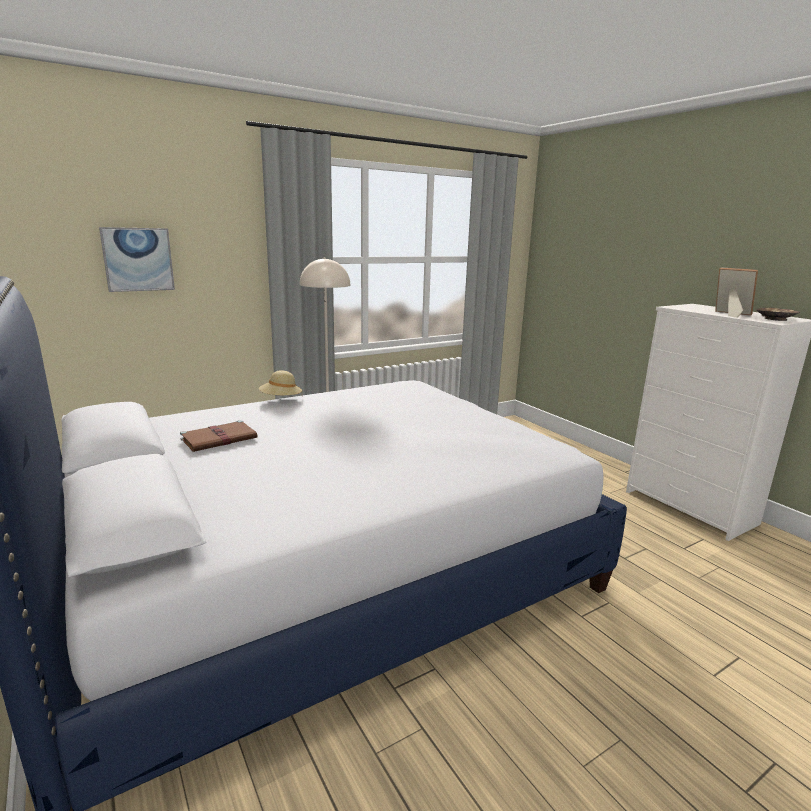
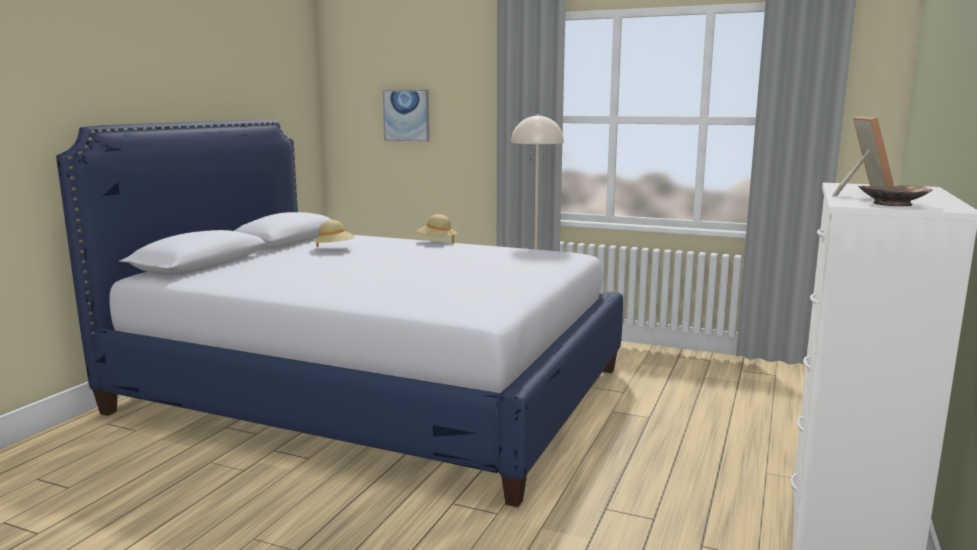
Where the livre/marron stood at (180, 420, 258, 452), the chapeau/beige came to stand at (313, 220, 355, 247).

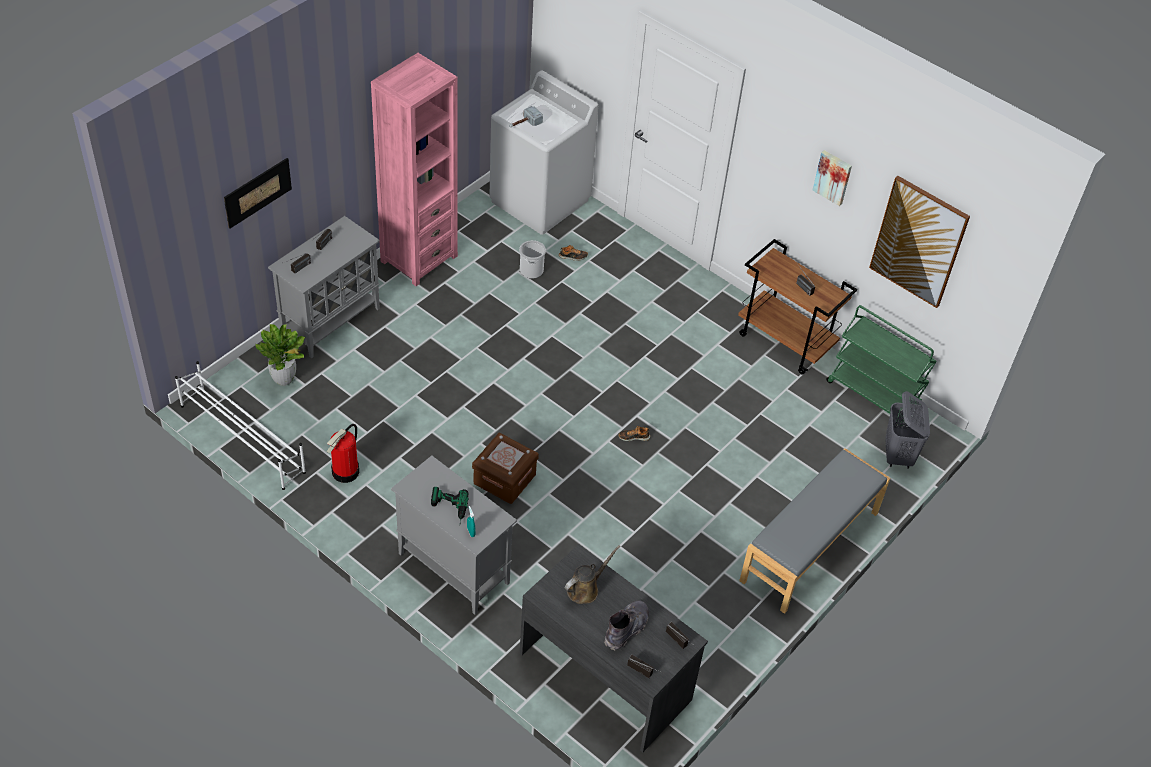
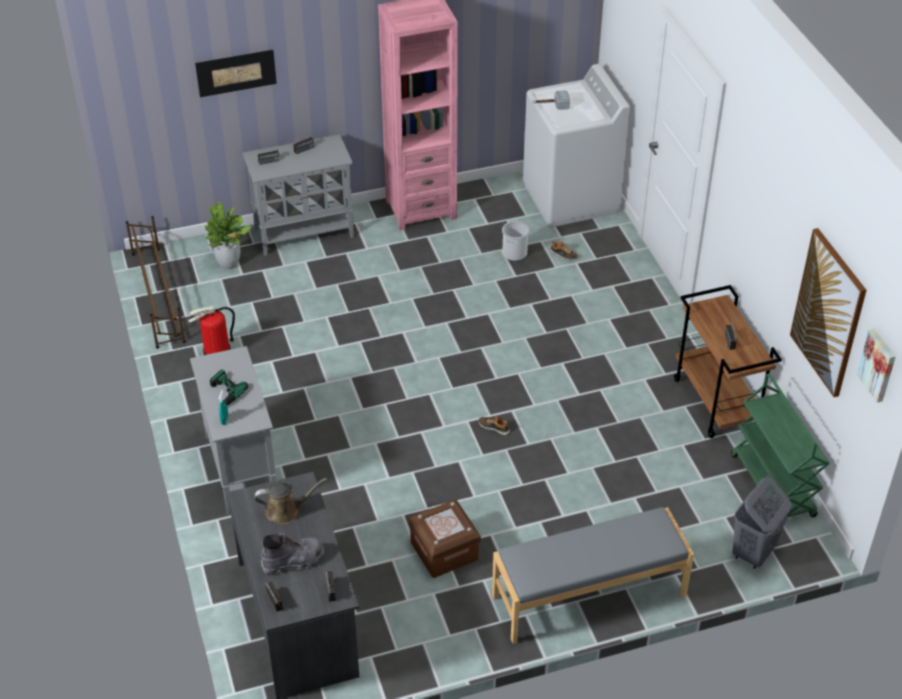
What was the étagère à chaussures/blanc at (175, 361, 306, 490) turned into the étagère à chaussures/marron at (126, 216, 186, 349).
The boîte de rangement/marron ended up elsewhere, having gone from (472, 433, 539, 504) to (408, 499, 481, 578).
The tableau ended up elsewhere, having gone from (812, 150, 852, 206) to (857, 329, 895, 403).

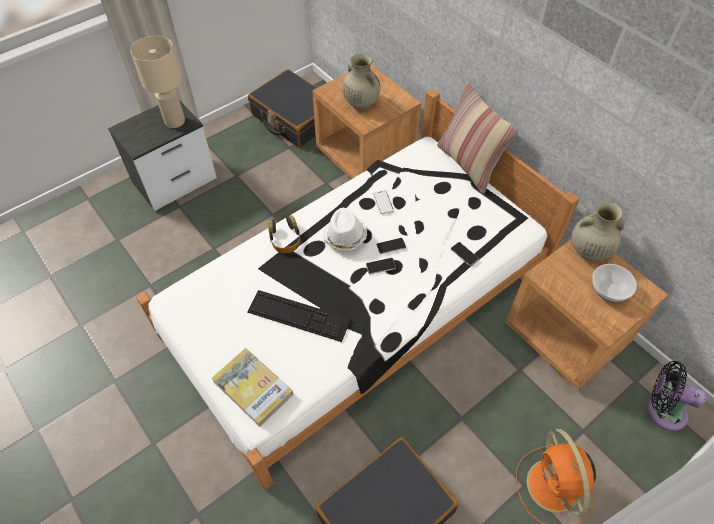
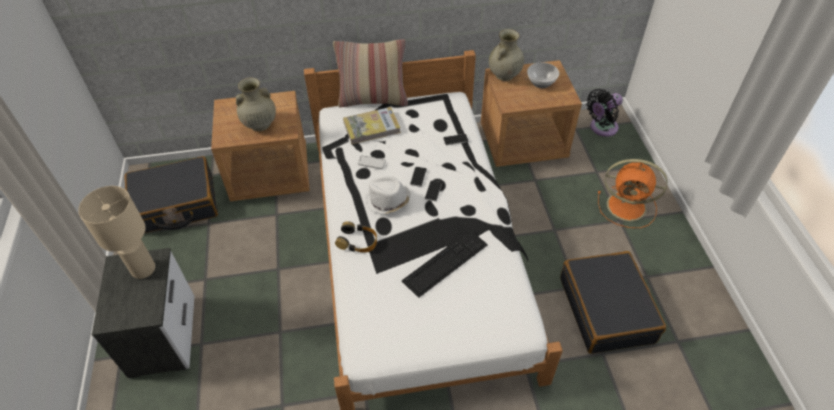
The livre ended up elsewhere, having gone from (212, 348, 293, 427) to (343, 107, 401, 144).

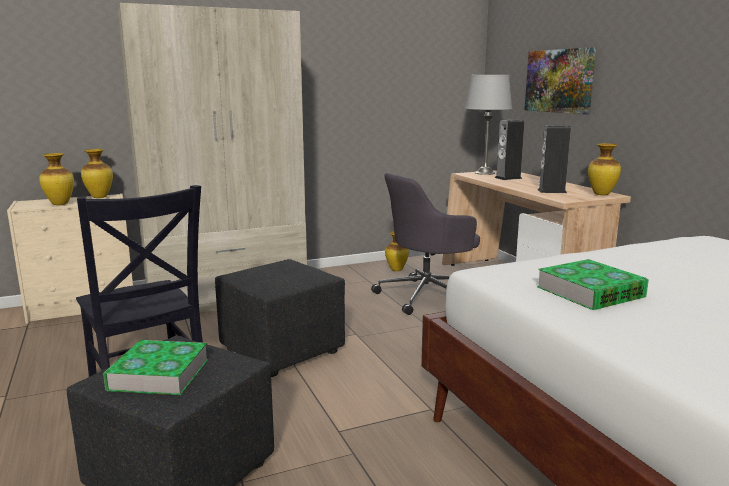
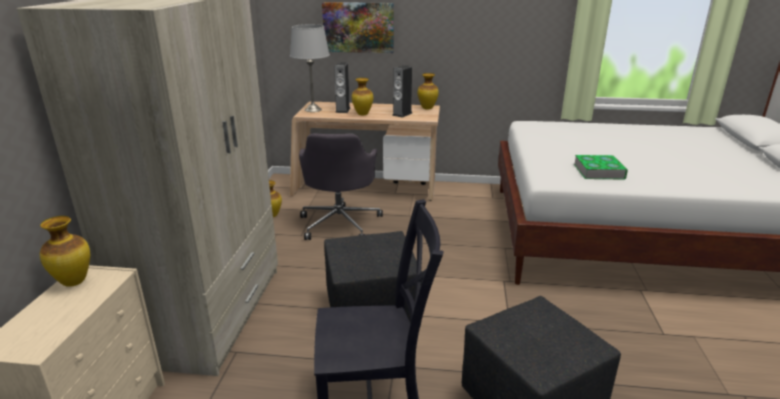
The vase ended up elsewhere, having gone from (39, 153, 74, 205) to (352, 78, 373, 115).
The second view lost the livre at (103, 340, 208, 395).

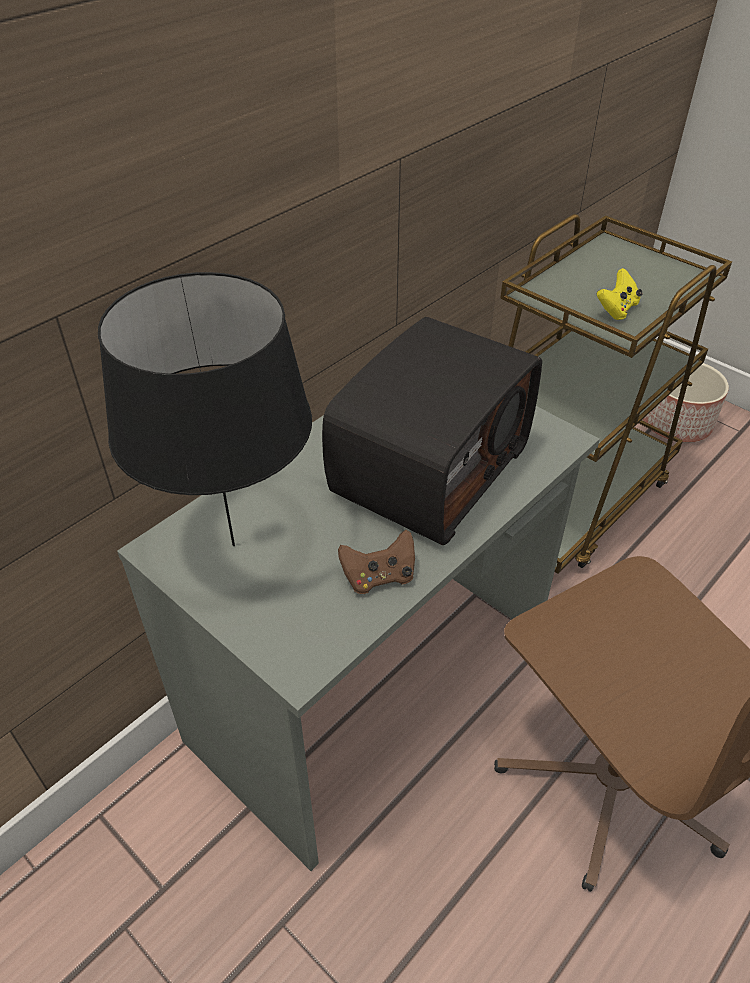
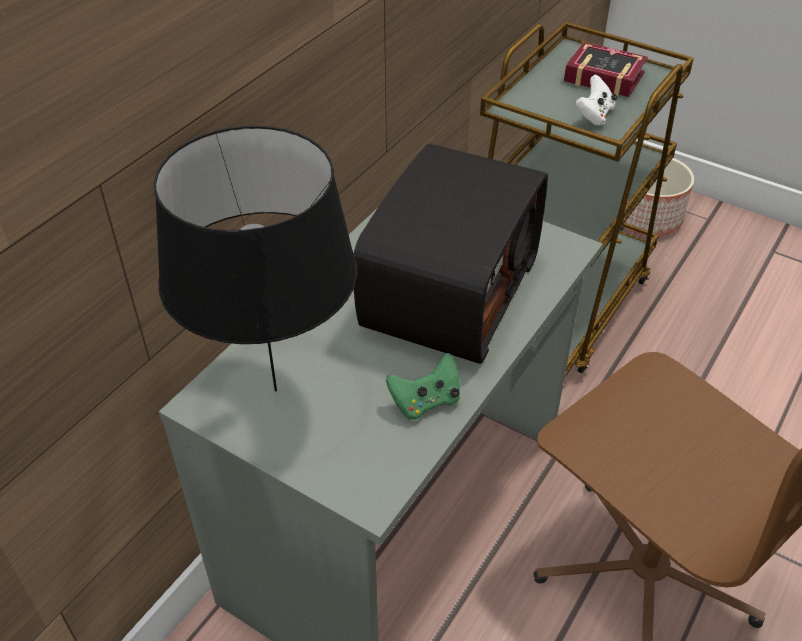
What was the manette/marron at (338, 530, 415, 594) turned into the manette/vert at (386, 353, 460, 420).
The second view gained the livre at (564, 42, 648, 97).
What was the manette/jaune at (597, 268, 642, 320) turned into the manette/blanc at (575, 75, 617, 126).

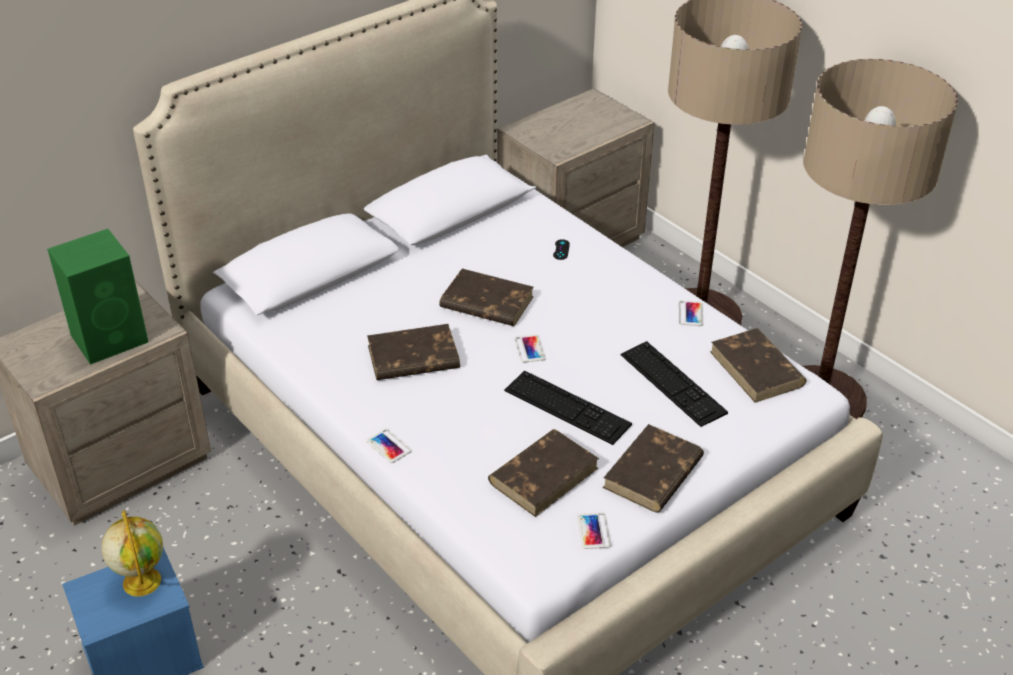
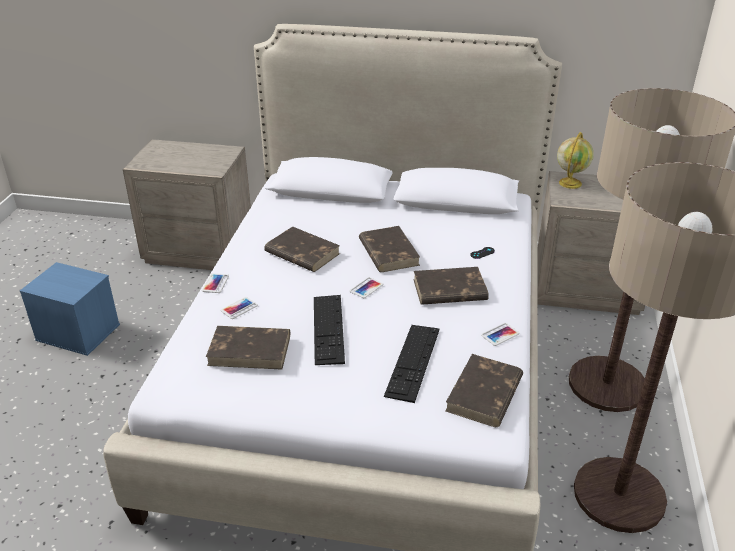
The téléphone ended up elsewhere, having gone from (577, 512, 611, 549) to (221, 297, 258, 319).
The livre/marron ended up elsewhere, having gone from (603, 424, 704, 513) to (413, 267, 489, 305).
The globe ended up elsewhere, having gone from (101, 510, 163, 597) to (557, 132, 594, 189).
The second view lost the enceinte/vert at (47, 229, 148, 365).

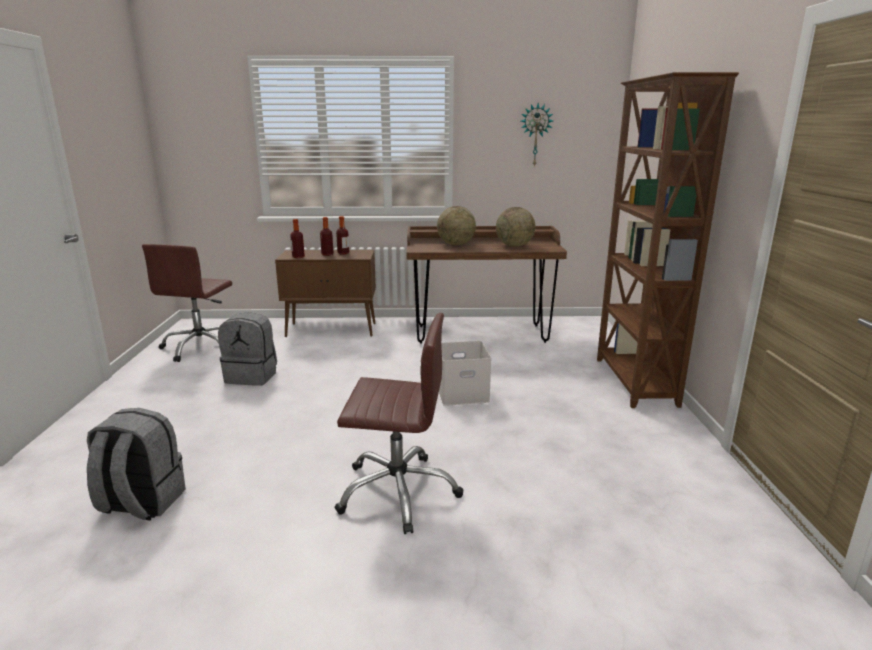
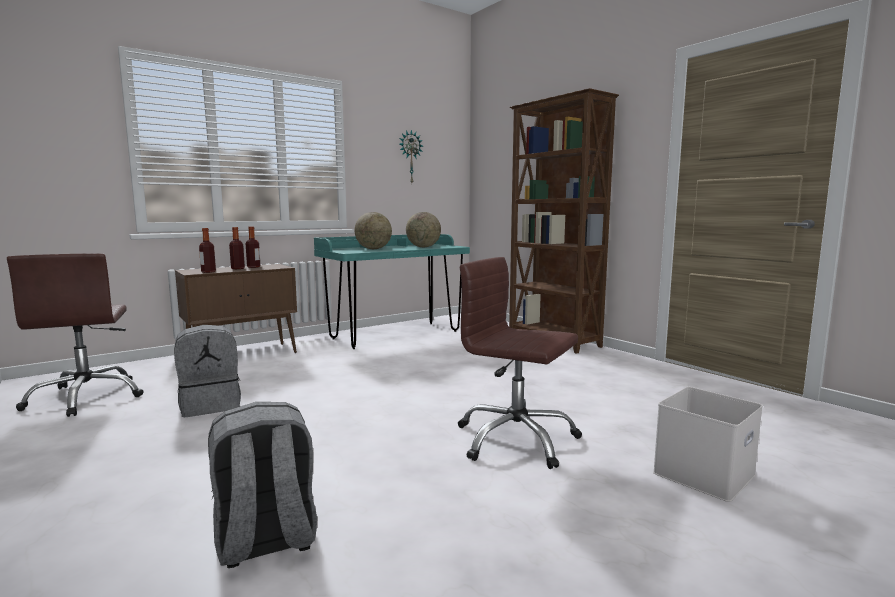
What was the bureau/marron at (406, 226, 567, 344) turned into the bureau/turquoise at (314, 234, 470, 349).
The chaise de bureau/marron at (335, 313, 463, 534) ended up facing another way, 120 degrees counterclockwise from before.
The boîte de rangement/blanc ended up elsewhere, having gone from (439, 341, 491, 406) to (653, 387, 763, 502).

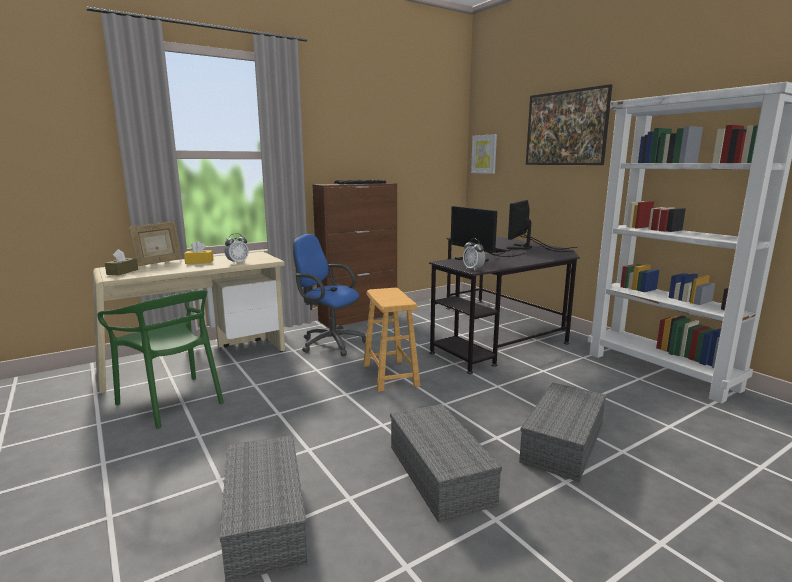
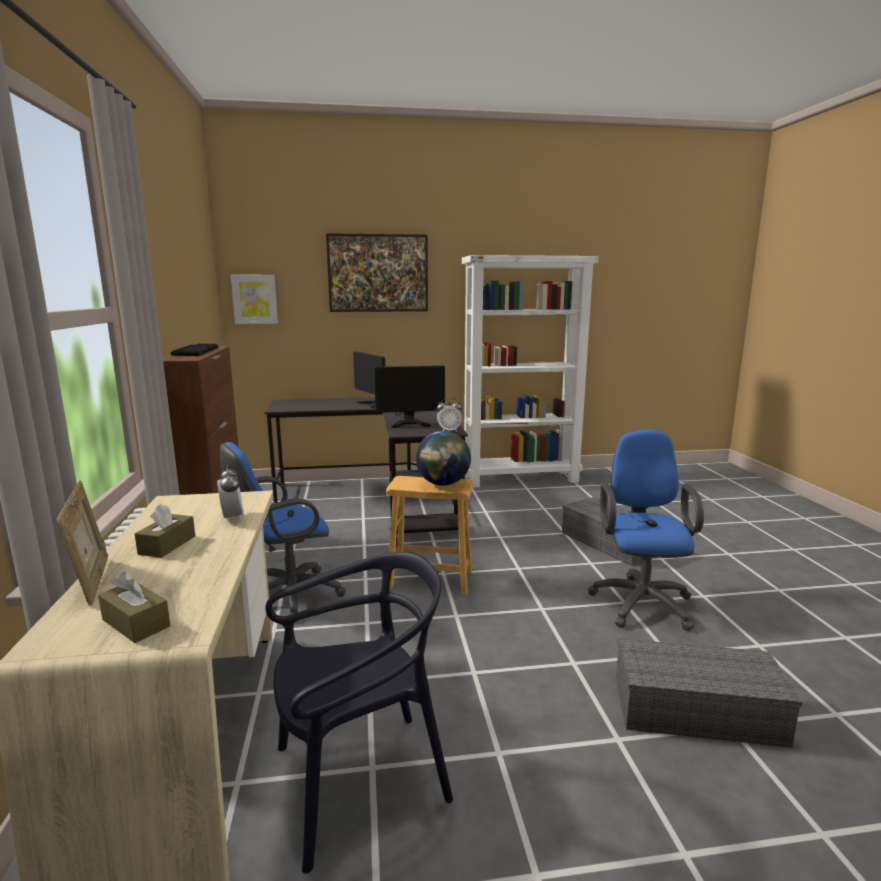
What was the boîte à mouchoirs/jaune at (184, 241, 213, 264) turned into the boîte à mouchoirs/marron at (135, 504, 195, 558).
What was the chaise/vert at (97, 290, 224, 429) turned into the chaise/noir at (265, 552, 453, 874).
The second view gained the globe at (416, 431, 471, 486).
Where the boîte de rangement/gris stood at (390, 404, 502, 522), the chaise de bureau/bleu came to stand at (588, 429, 704, 631).

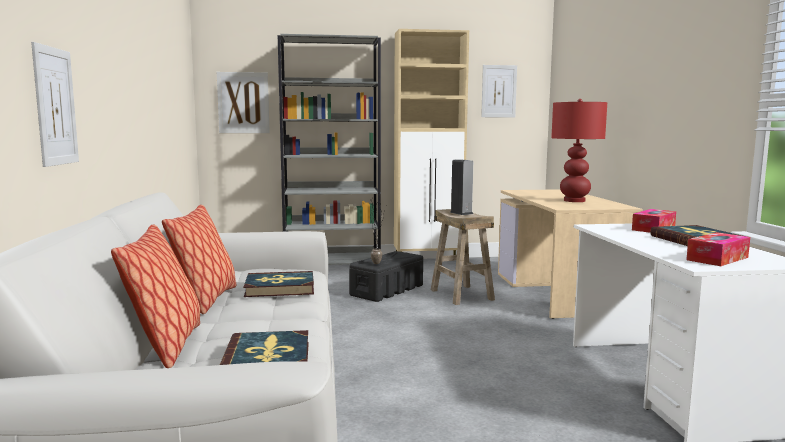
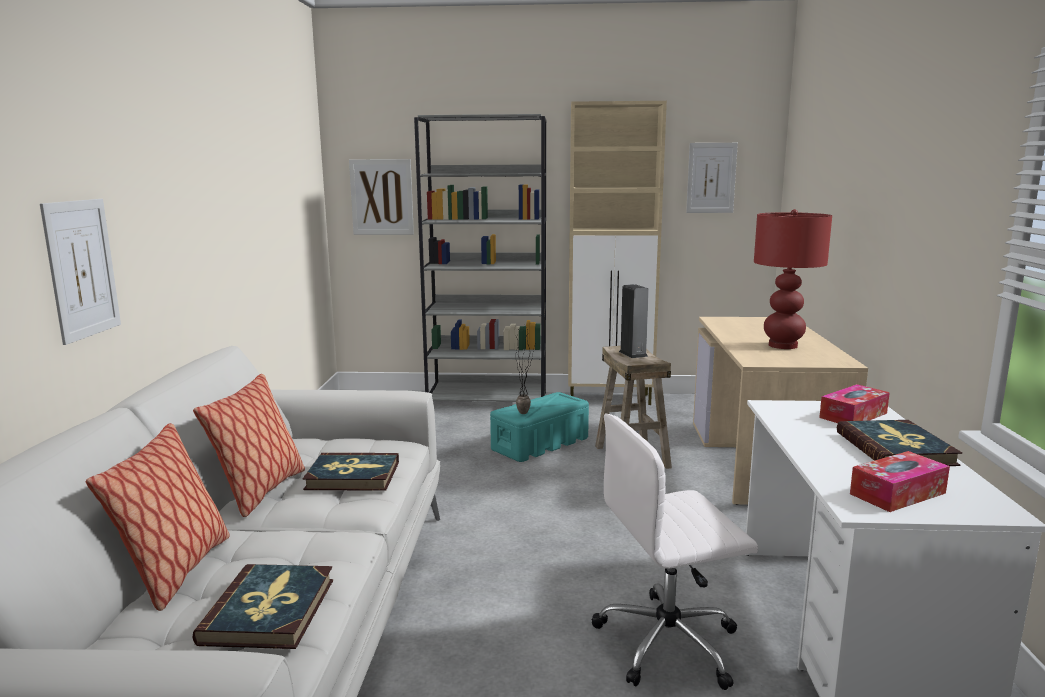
What was the boîte de rangement/noir at (349, 251, 423, 302) turned into the boîte de rangement/turquoise at (490, 392, 589, 462).
The second view gained the chaise de bureau/blanc at (592, 414, 758, 690).

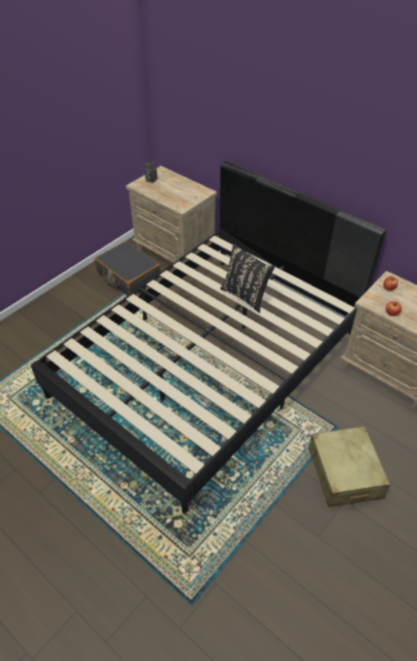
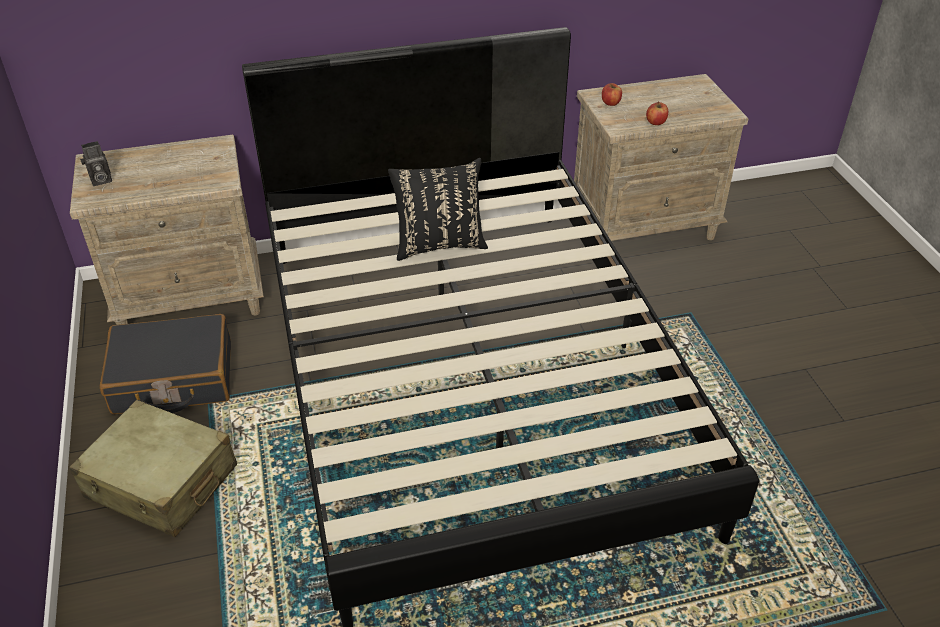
The valise/beige ended up elsewhere, having gone from (309, 426, 390, 507) to (69, 400, 237, 537).

